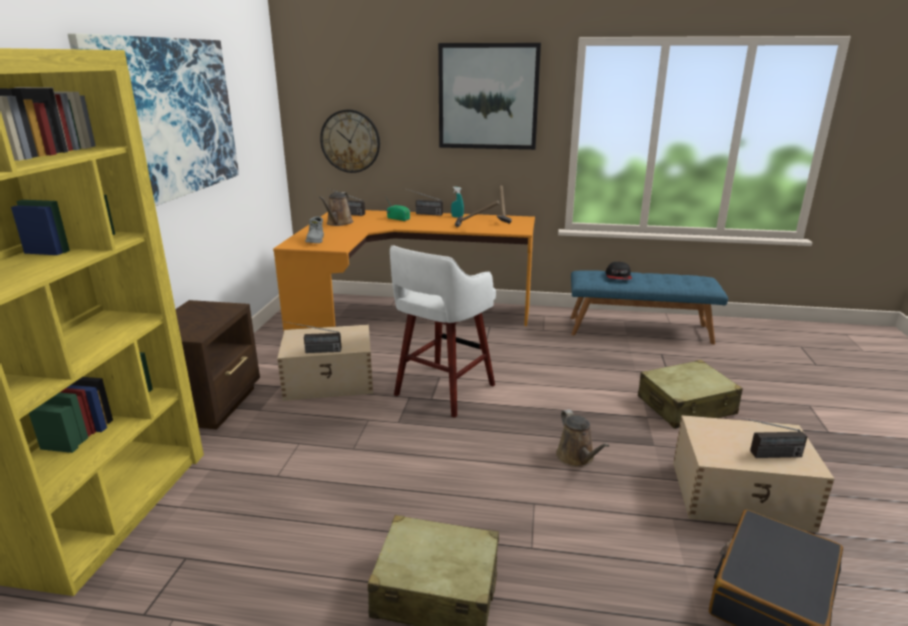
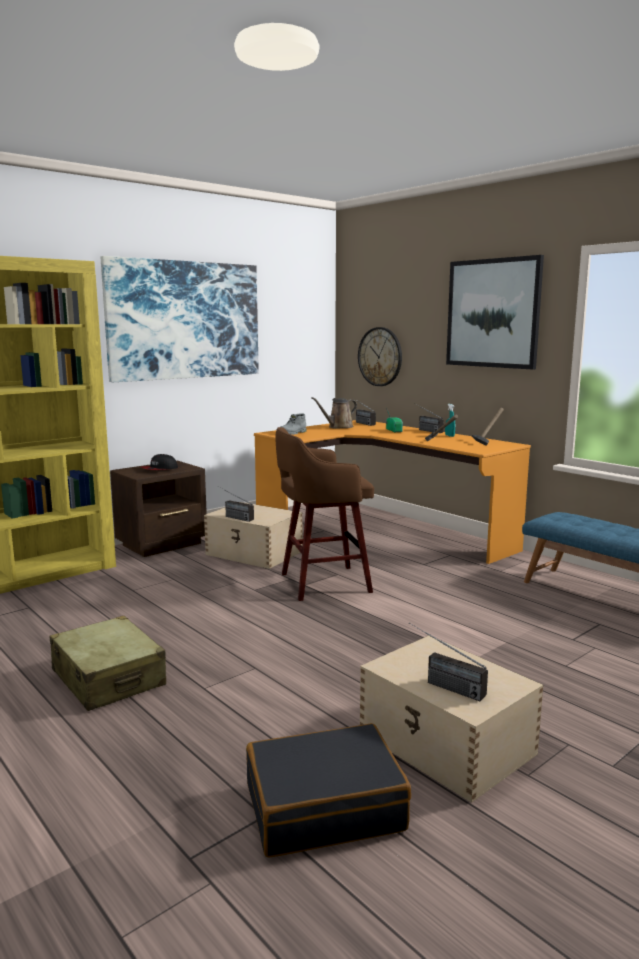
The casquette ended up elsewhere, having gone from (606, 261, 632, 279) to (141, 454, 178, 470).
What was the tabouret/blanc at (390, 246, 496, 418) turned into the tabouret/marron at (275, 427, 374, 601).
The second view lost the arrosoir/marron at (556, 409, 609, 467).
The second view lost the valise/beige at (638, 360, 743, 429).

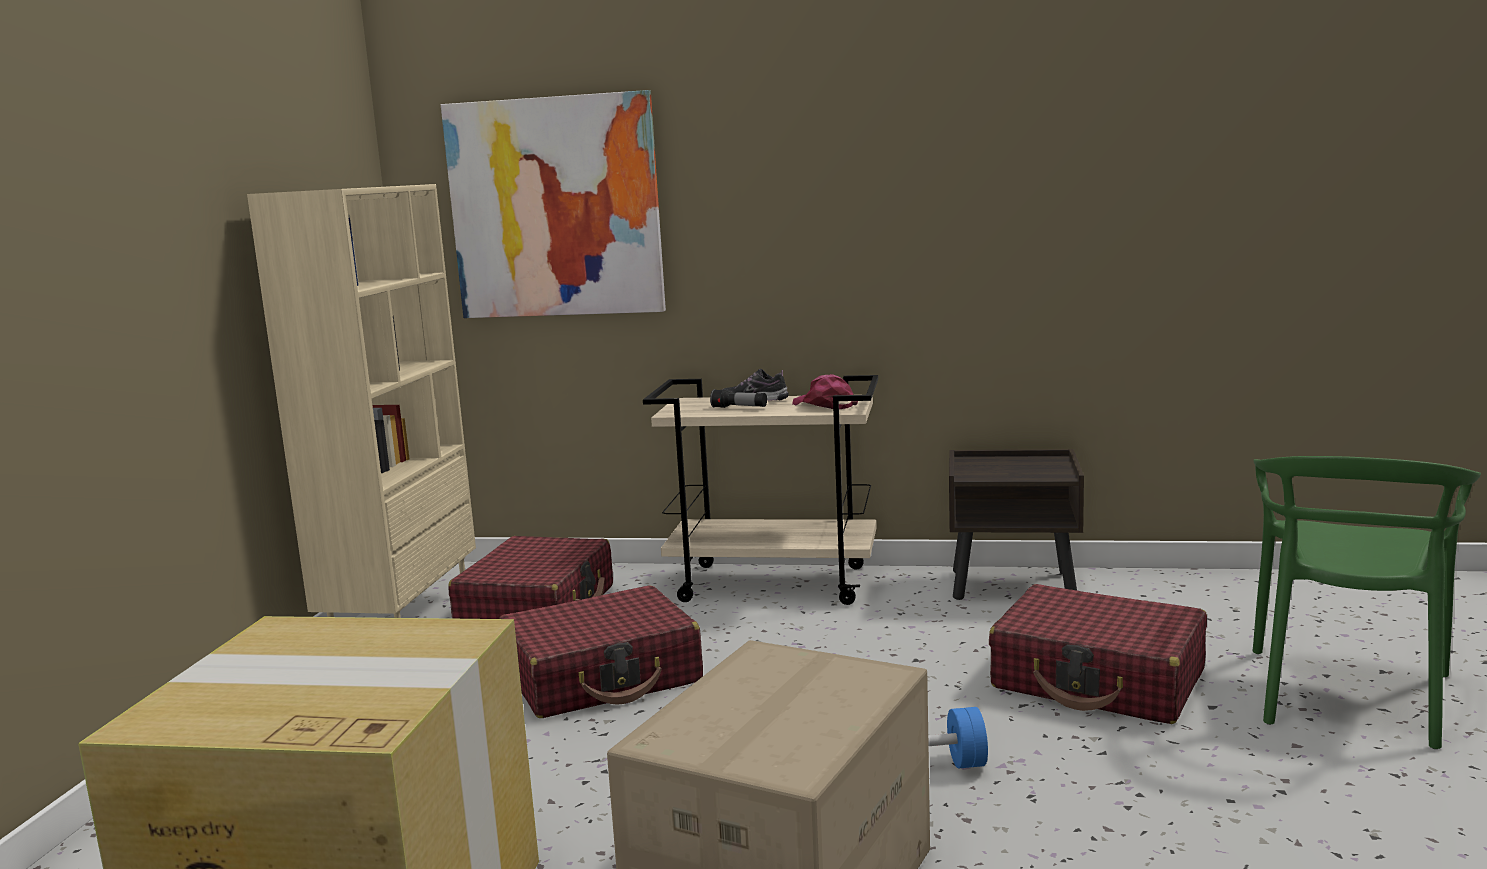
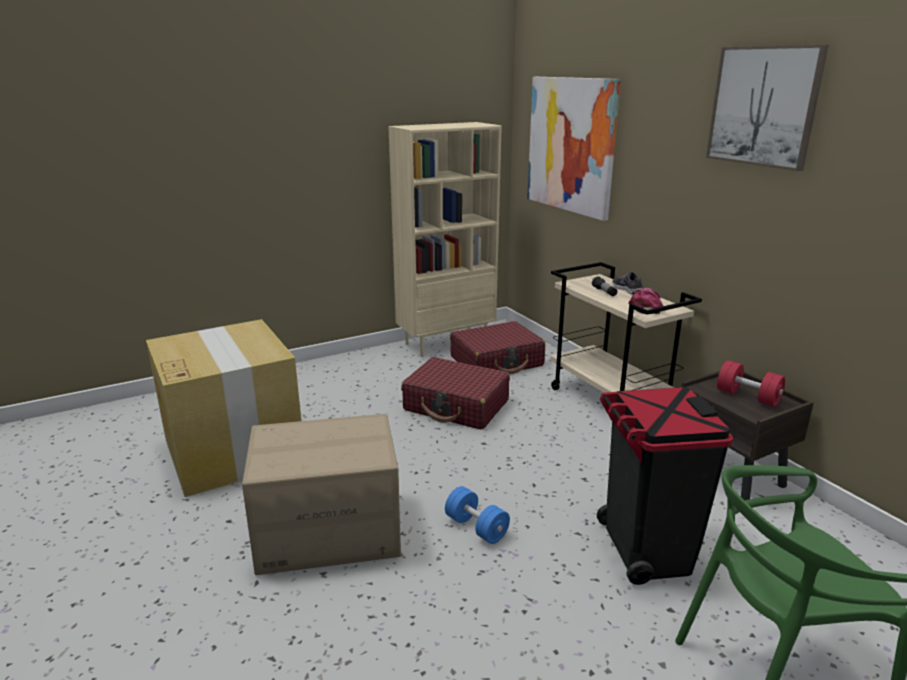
Where the valise/rouge stood at (989, 584, 1207, 724), the poubelle/noir came to stand at (597, 387, 733, 585).
The second view gained the tableau at (706, 45, 829, 171).
The second view gained the haltère/rouge at (717, 360, 786, 407).

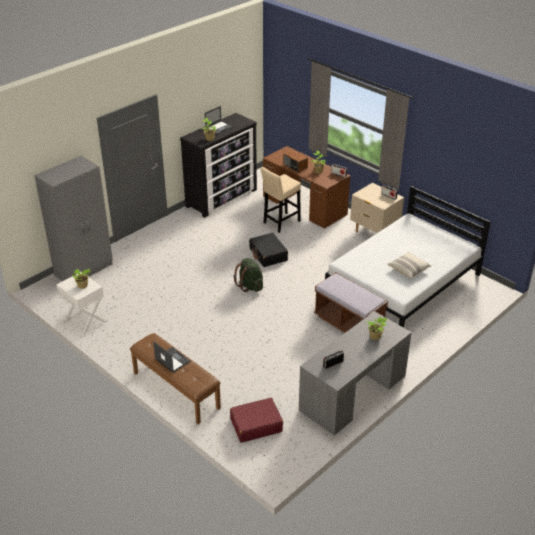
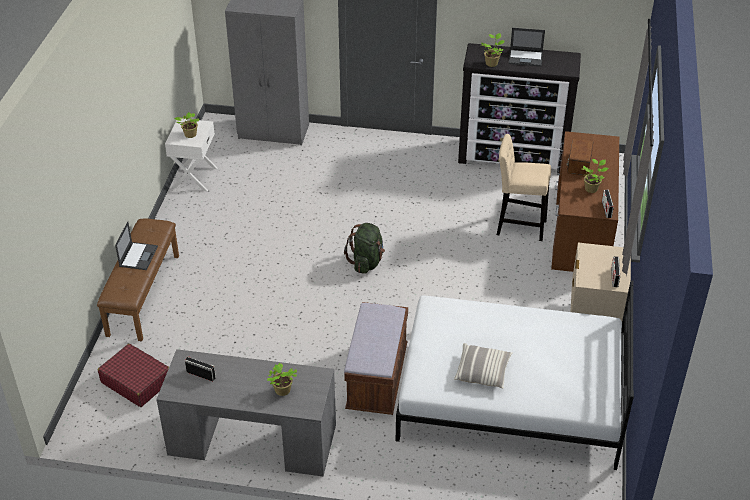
The second view lost the valise/noir at (249, 233, 288, 267).

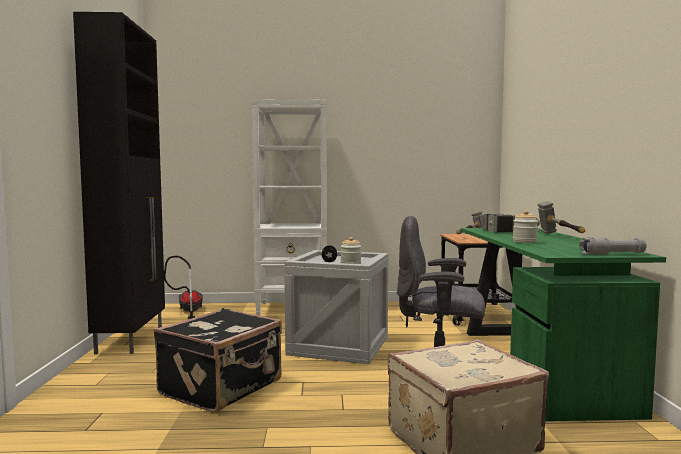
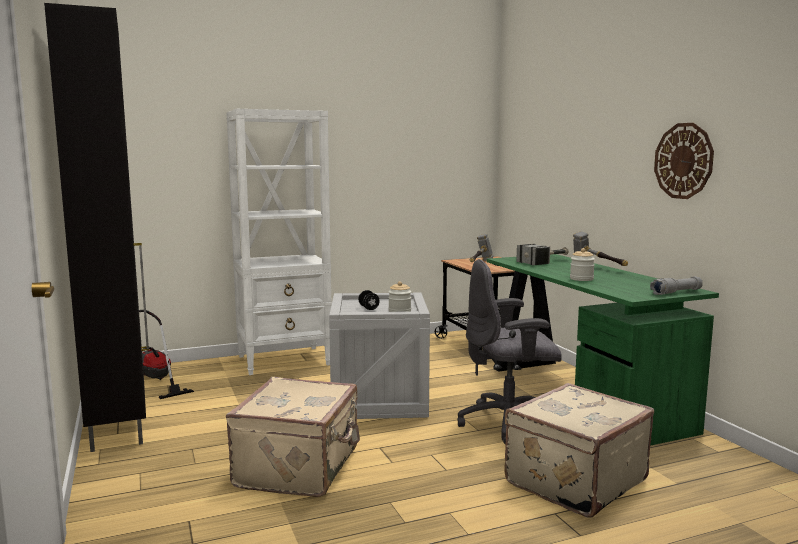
What was the valise/noir at (154, 308, 282, 413) turned into the valise/beige at (226, 377, 360, 497).
The second view gained the horloge murale at (654, 123, 714, 199).

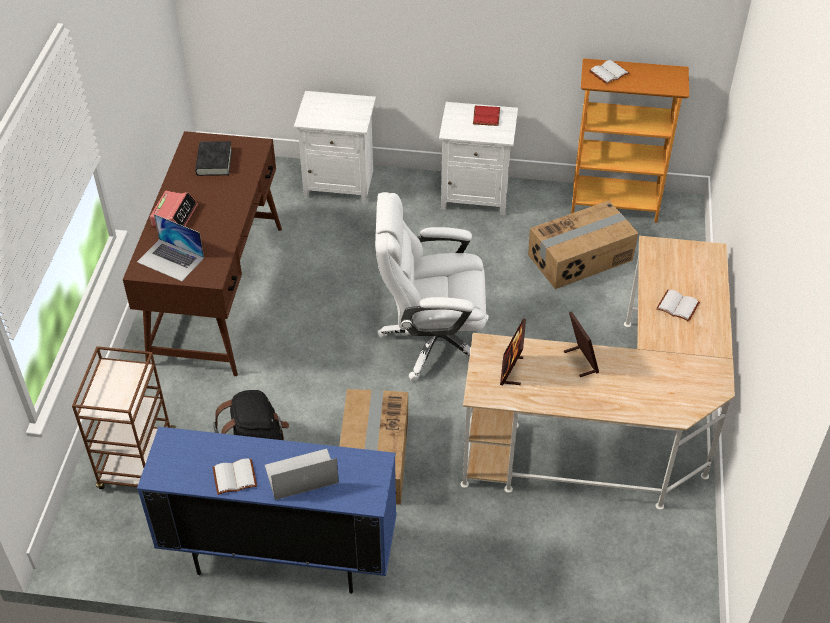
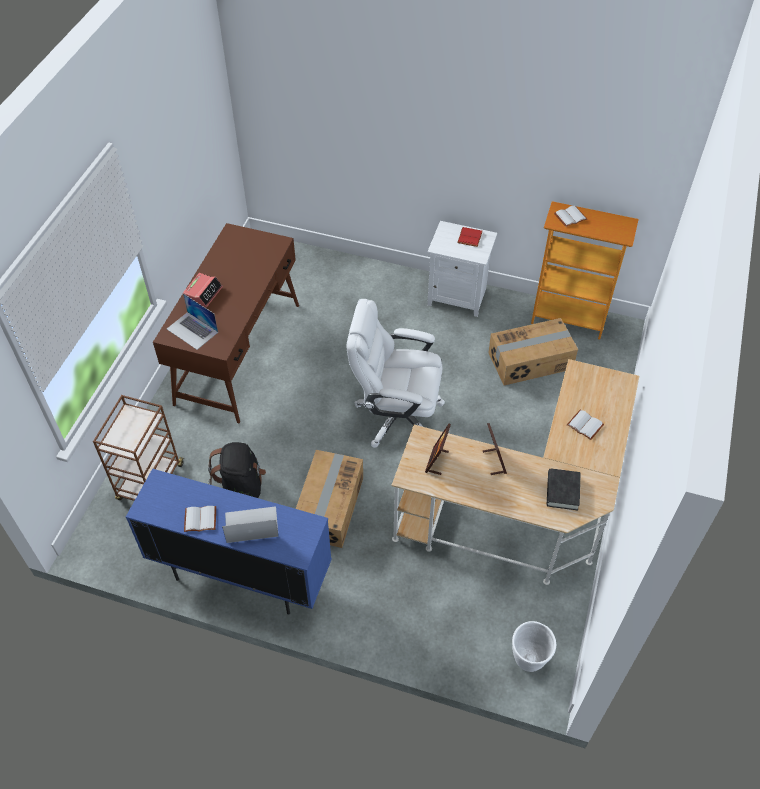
The second view gained the cache-pot/blanc at (512, 621, 556, 672).
The livre/noir ended up elsewhere, having gone from (195, 141, 232, 176) to (546, 469, 581, 510).
The second view lost the table de chevet/blanc at (294, 91, 376, 203).

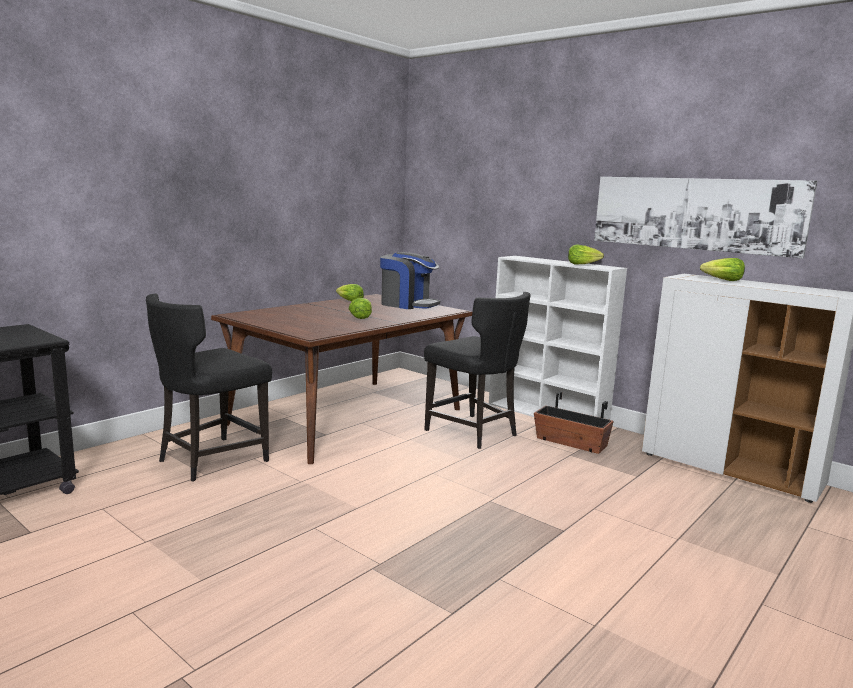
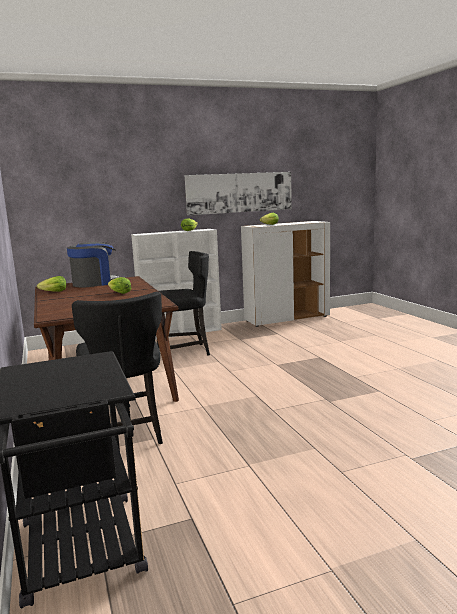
The second view lost the cache-pot at (534, 392, 614, 454).

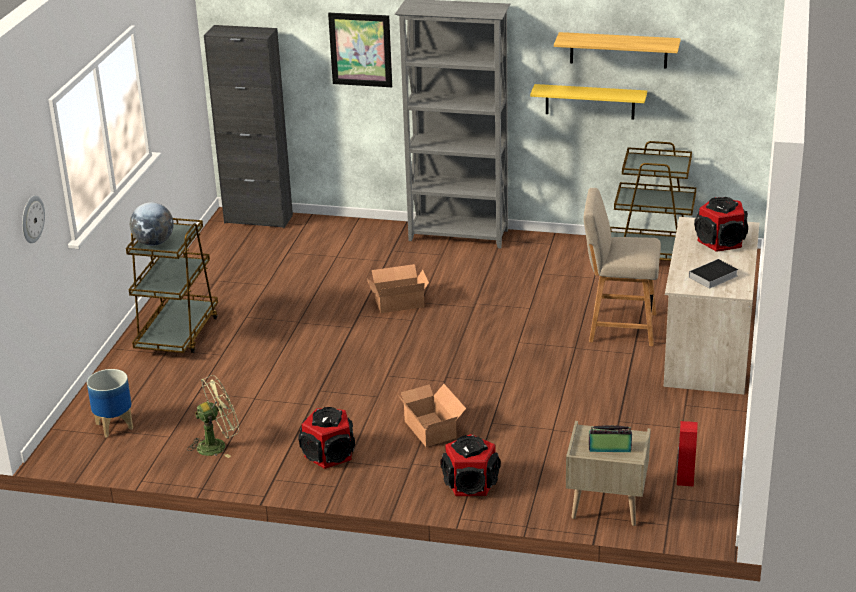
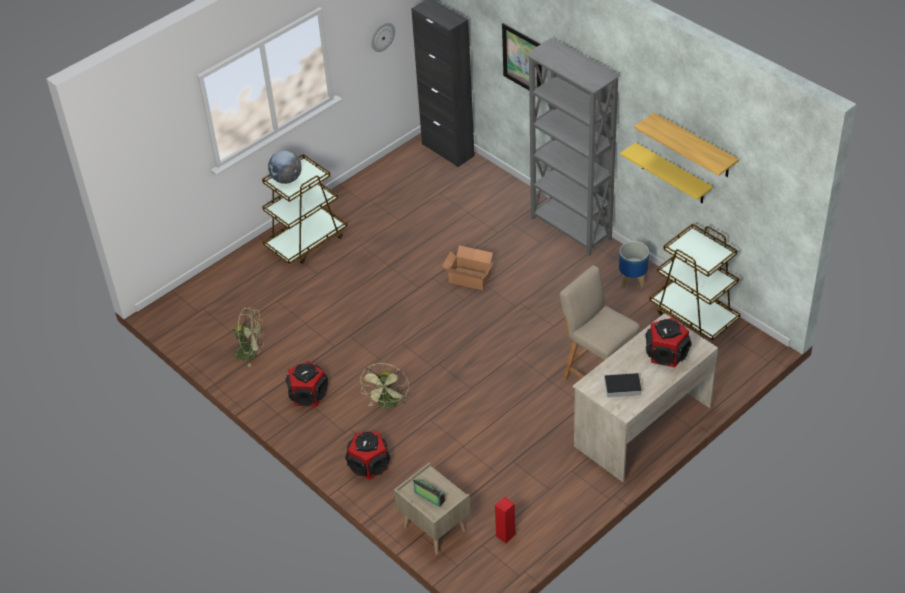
Where the carton stood at (398, 384, 466, 447), the ventilateur/vert came to stand at (360, 363, 409, 409).
The horloge murale ended up elsewhere, having gone from (22, 196, 45, 243) to (371, 22, 395, 52).
The cache-pot ended up elsewhere, having gone from (87, 369, 133, 437) to (619, 241, 649, 288).

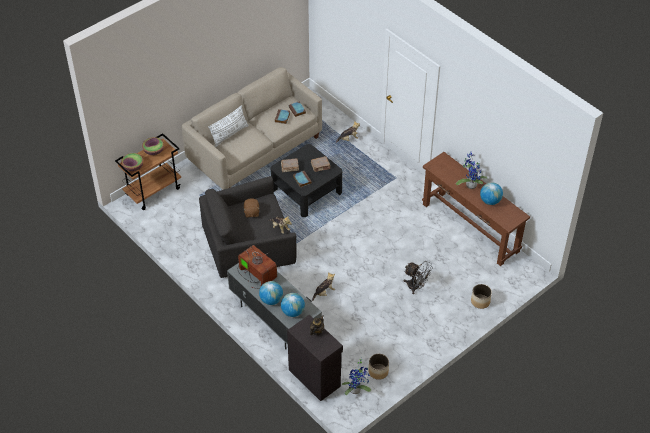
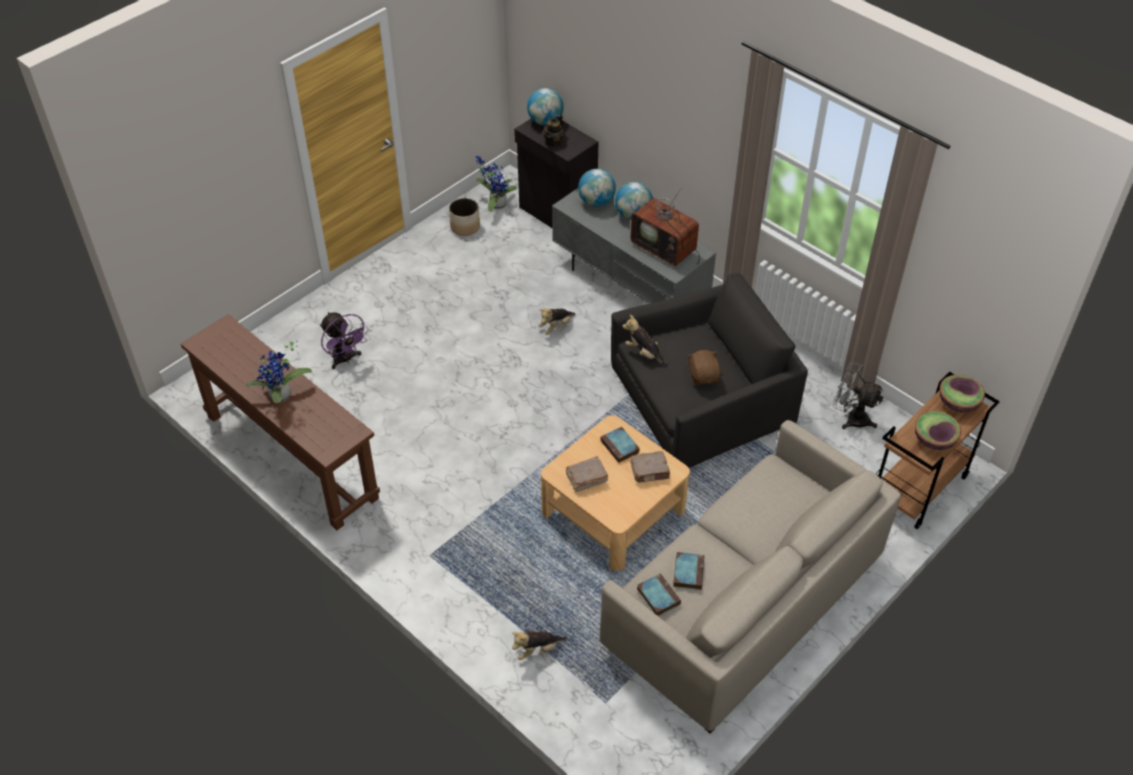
The second view gained the ventilateur/violet at (320, 312, 369, 369).
The globe ended up elsewhere, having gone from (480, 182, 503, 205) to (527, 88, 564, 126).
What was the table basse/noir at (271, 144, 342, 217) turned into the table basse/beige at (541, 415, 690, 571).
The ventilateur/gris ended up elsewhere, having gone from (404, 261, 433, 294) to (833, 362, 884, 429).
The second view lost the coussin/blanc at (208, 105, 249, 147).
The second view lost the cache-pot at (471, 284, 492, 309).

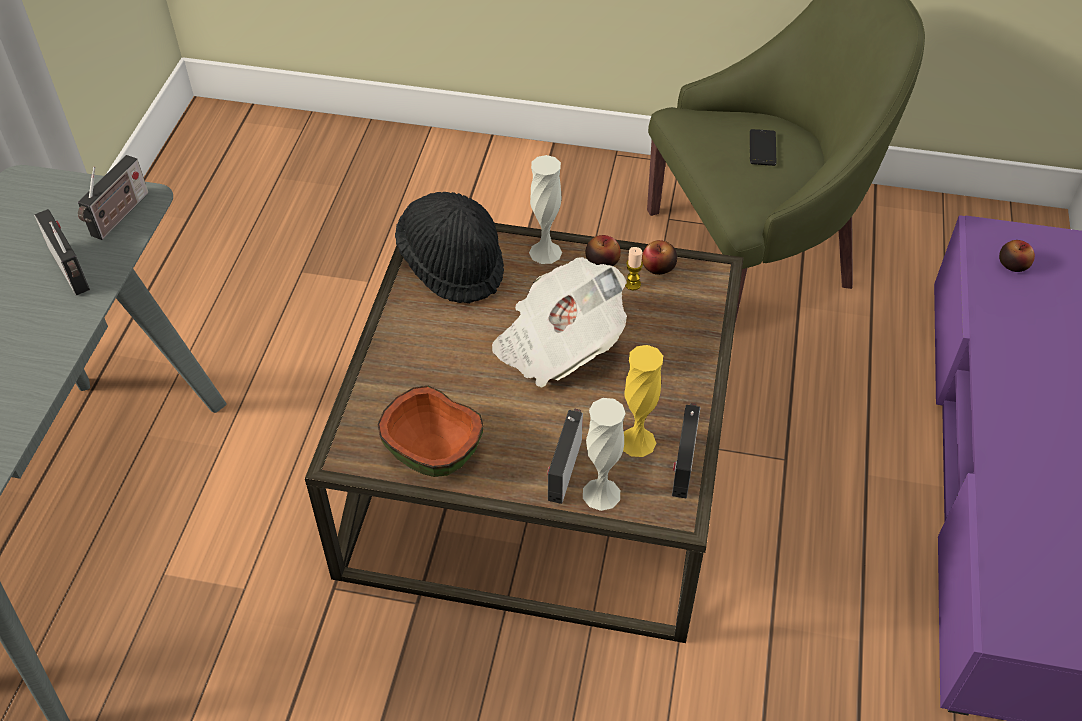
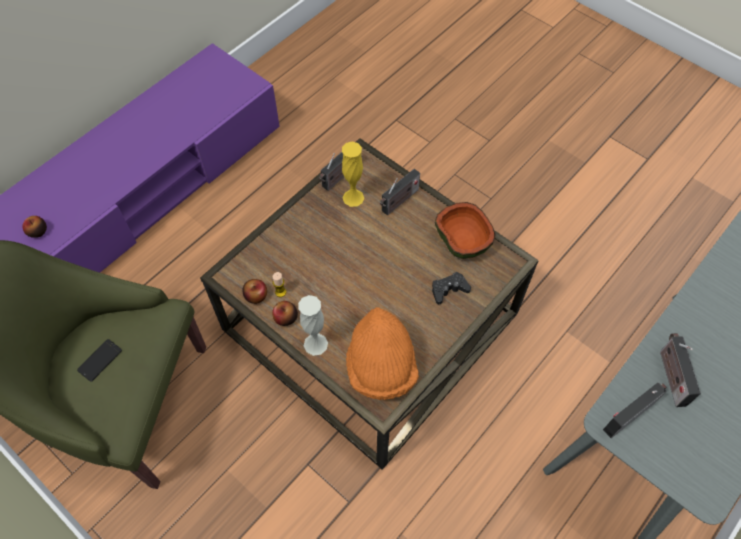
What was the chapeau/noir at (395, 192, 504, 303) turned into the chapeau/orange at (346, 307, 419, 400).
The second view gained the manette/noir at (432, 272, 471, 304).
The second view lost the journal at (492, 257, 627, 388).
The second view lost the vase/blanc at (583, 398, 626, 511).

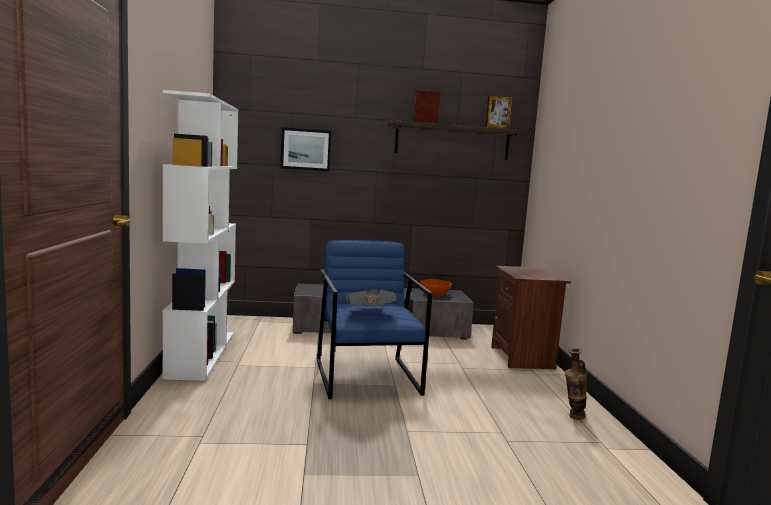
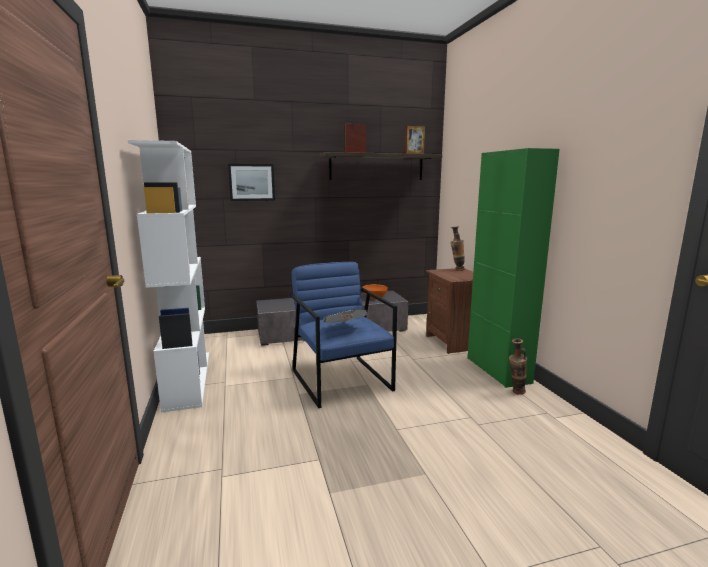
The second view gained the vase at (450, 226, 465, 271).
The second view gained the meuble de rangement/vert at (467, 148, 560, 388).

